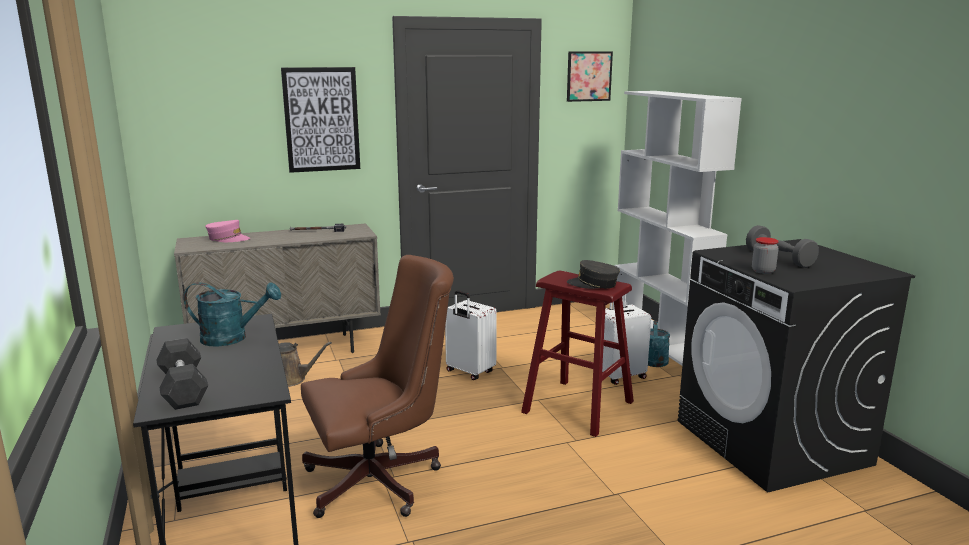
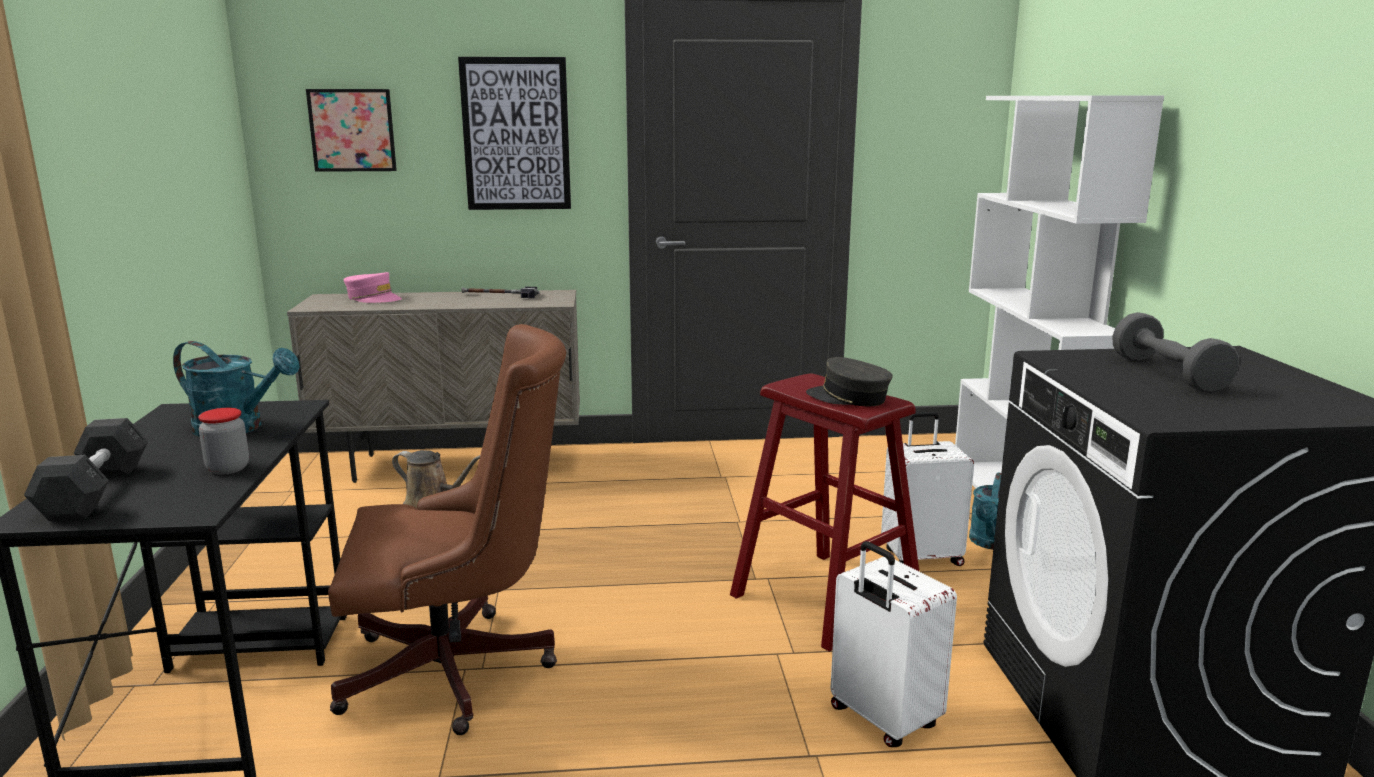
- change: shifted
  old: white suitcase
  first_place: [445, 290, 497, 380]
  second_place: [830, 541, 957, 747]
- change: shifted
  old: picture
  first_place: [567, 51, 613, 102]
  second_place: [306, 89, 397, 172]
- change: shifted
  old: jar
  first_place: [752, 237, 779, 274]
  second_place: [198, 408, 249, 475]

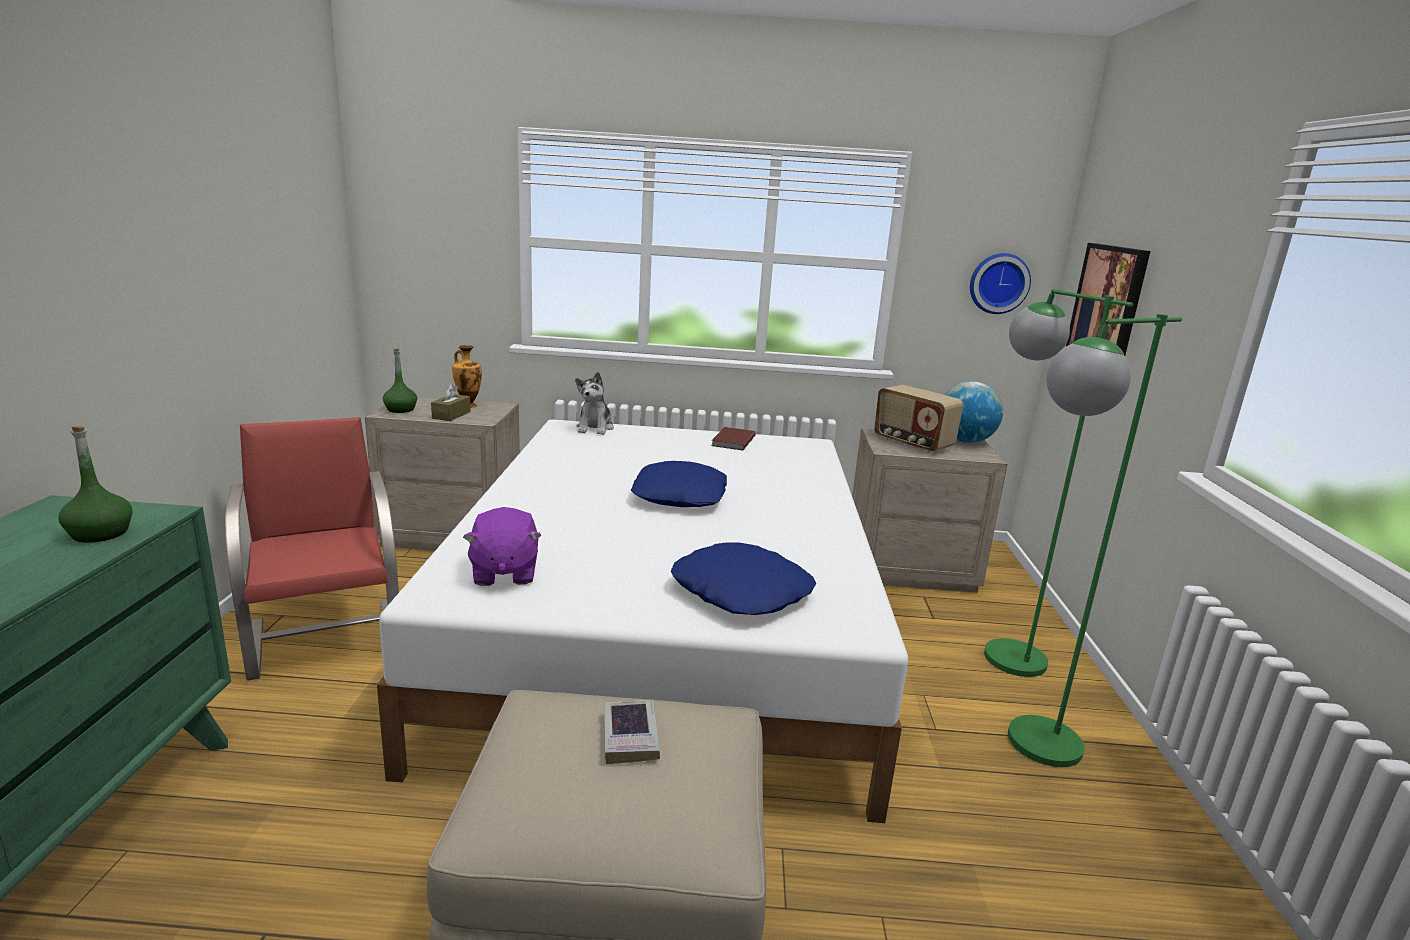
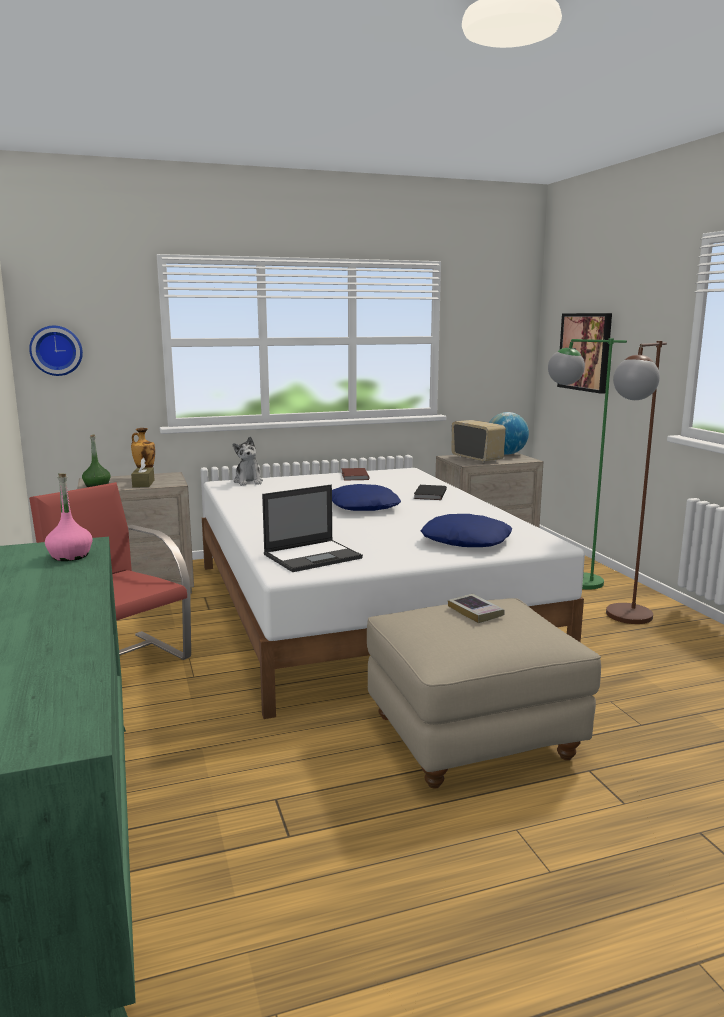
- change: repainted
  old: green bottle
  new: pink bottle
  first_place: [58, 425, 133, 543]
  second_place: [45, 473, 93, 561]
- change: swapped
  old: purple plush toy
  new: laptop
  first_place: [463, 507, 542, 586]
  second_place: [262, 484, 363, 572]
- change: rotated
  old: radio
  first_place: [874, 385, 963, 453]
  second_place: [452, 420, 506, 463]
  degrees: -150
- change: shifted
  old: wall clock
  first_place: [970, 253, 1031, 314]
  second_place: [29, 326, 83, 376]
- change: repainted
  old: green floor lamp
  new: brown floor lamp
  first_place: [1008, 314, 1182, 767]
  second_place: [606, 341, 667, 624]
- change: new
  new: black book
  second_place: [414, 485, 447, 500]

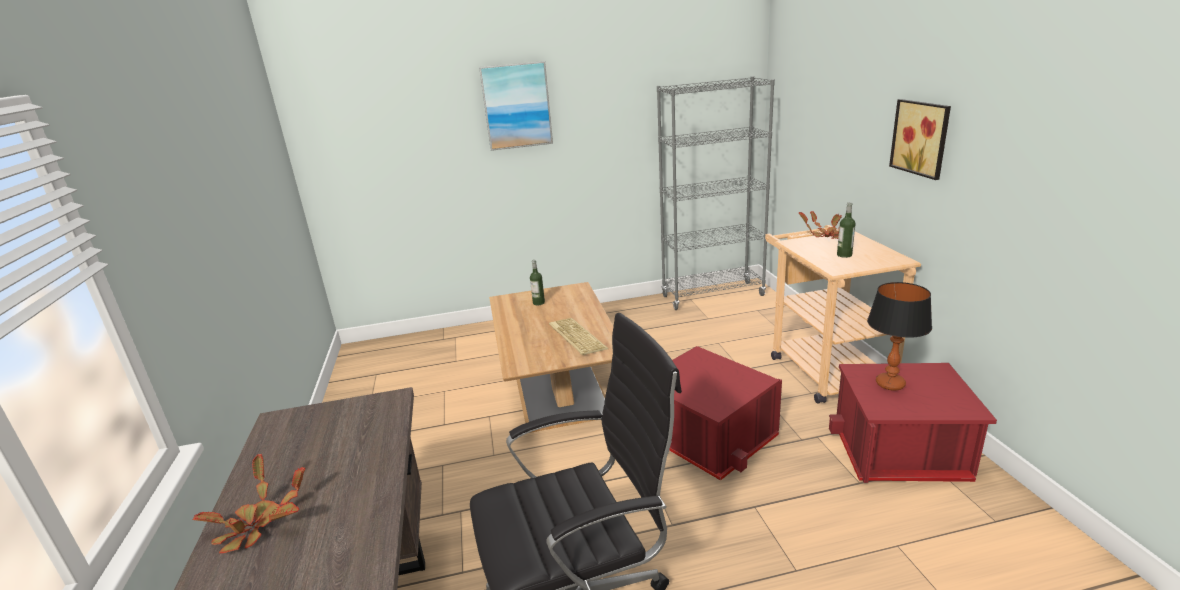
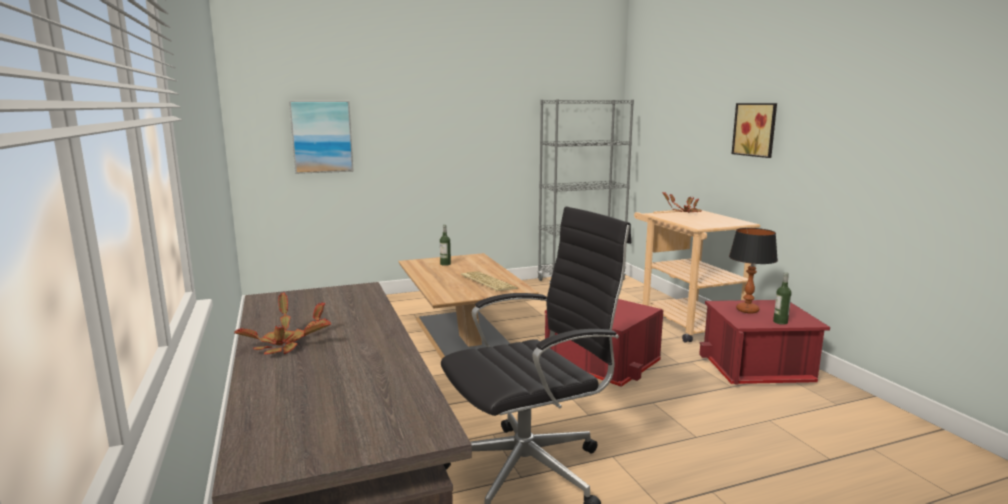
- change: shifted
  old: picture
  first_place: [479, 61, 553, 151]
  second_place: [289, 101, 354, 174]
- change: shifted
  old: bottle
  first_place: [837, 202, 856, 258]
  second_place: [773, 272, 792, 325]

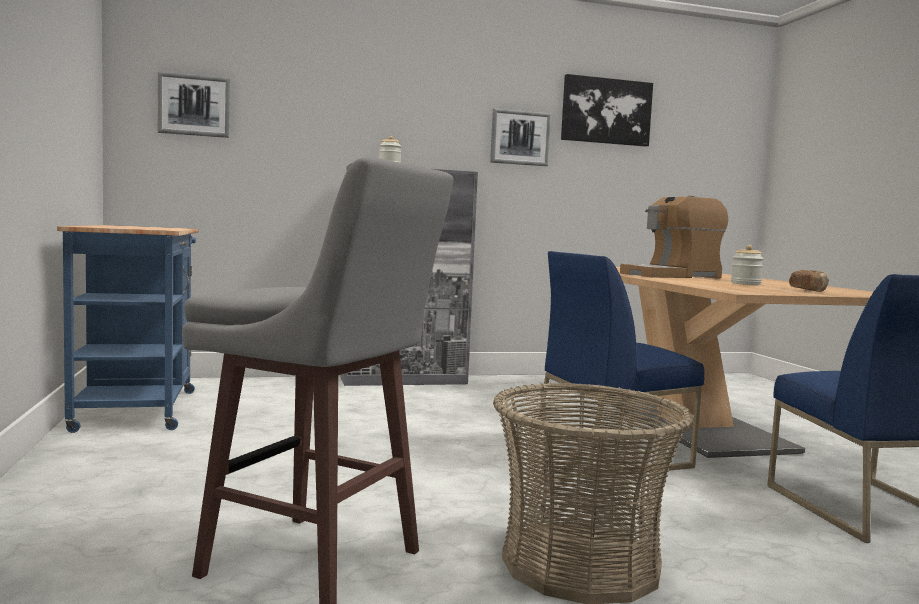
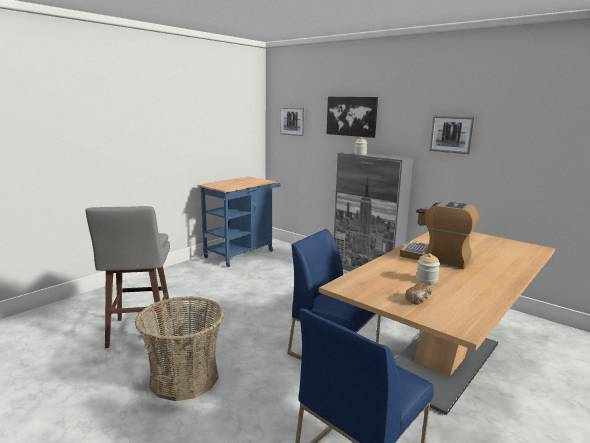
- change: shifted
  old: picture
  first_place: [561, 74, 653, 147]
  second_place: [326, 97, 378, 138]

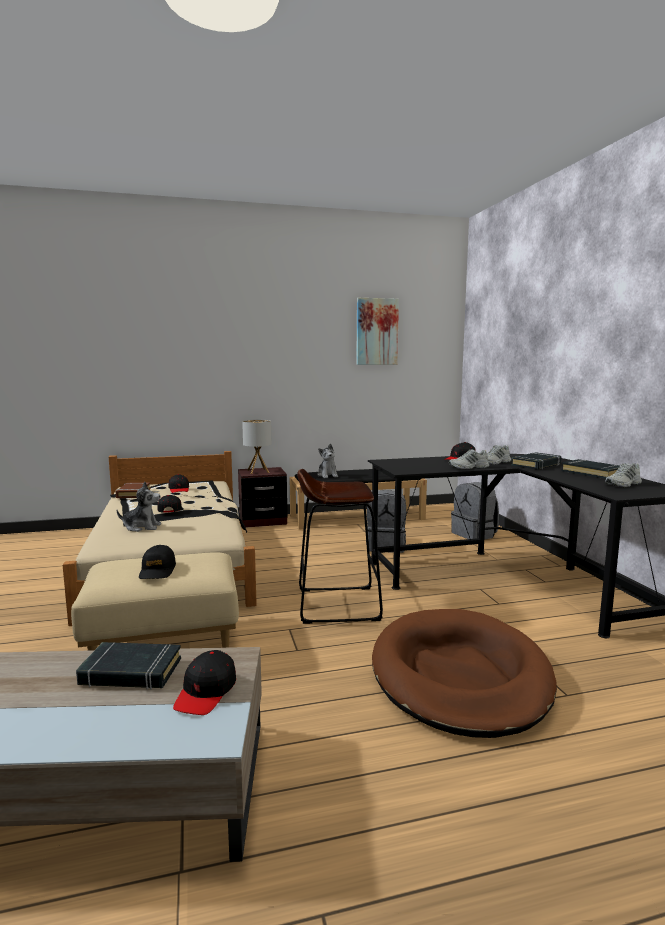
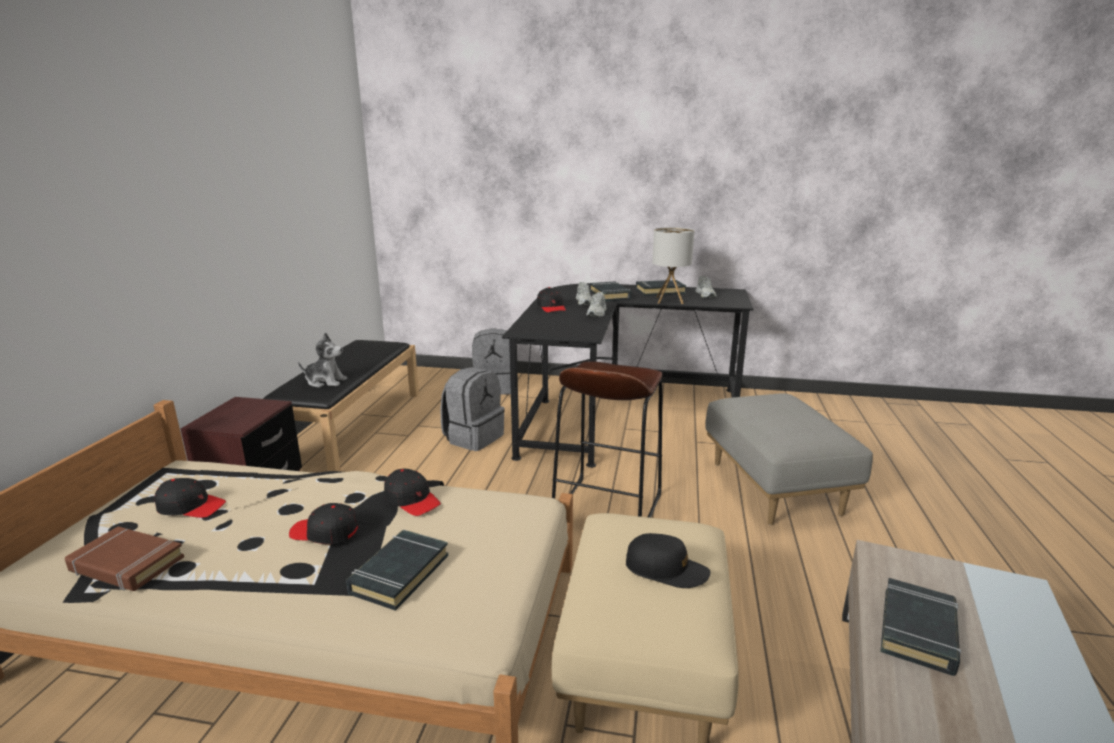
- change: swapped
  old: plush toy
  new: black book
  first_place: [117, 482, 161, 532]
  second_place: [346, 530, 449, 611]
- change: shifted
  old: black cap
  first_place: [173, 650, 236, 715]
  second_place: [384, 469, 441, 516]
- change: shifted
  old: table lamp
  first_place: [242, 420, 271, 474]
  second_place: [652, 227, 694, 304]
- change: gone
  old: picture
  first_place: [356, 298, 399, 365]
- change: swapped
  old: brown dog bed
  new: grey ottoman
  first_place: [372, 609, 557, 738]
  second_place: [705, 393, 873, 525]

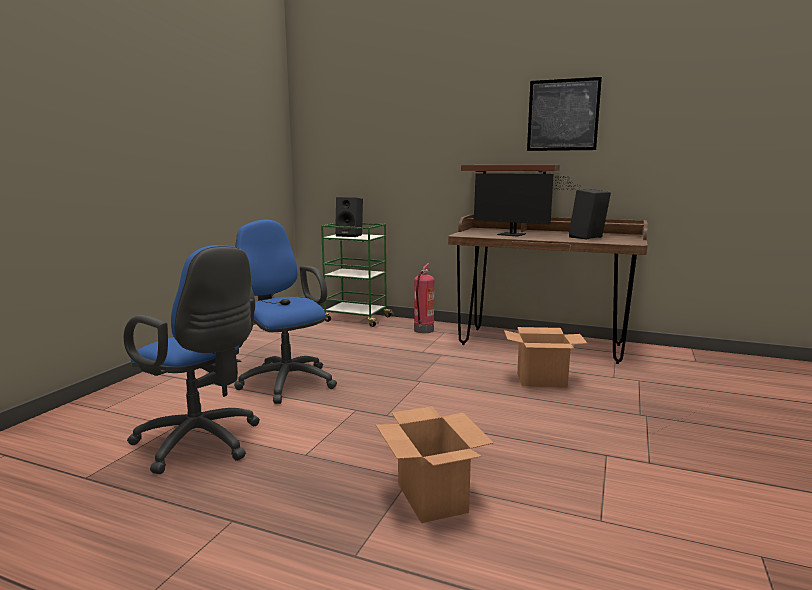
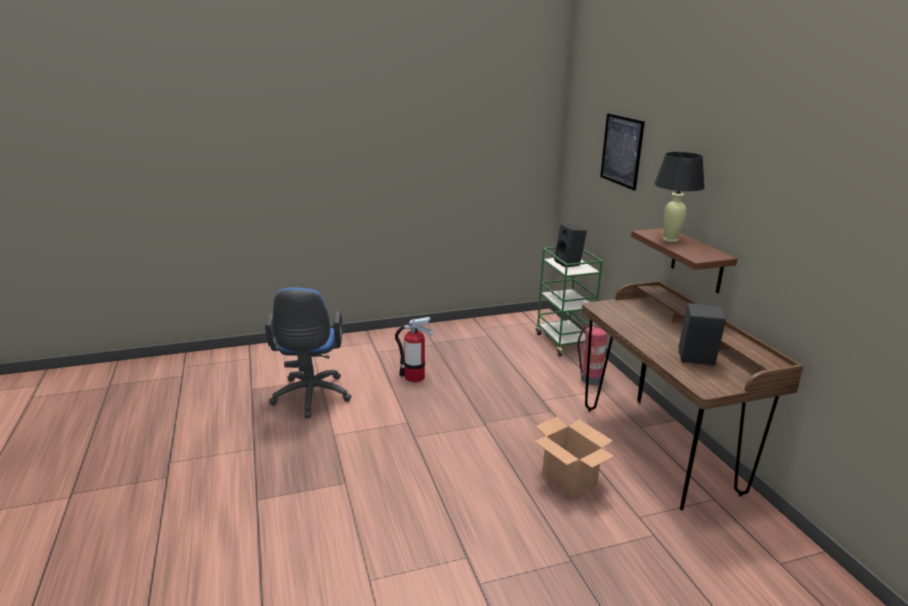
- change: swapped
  old: blue office chair
  new: fire extinguisher
  first_place: [234, 220, 337, 404]
  second_place: [395, 317, 433, 382]
- change: gone
  old: cardboard box
  first_place: [376, 406, 494, 523]
- change: gone
  old: monitor
  first_place: [474, 173, 580, 237]
- change: shifted
  old: picture
  first_place: [527, 77, 602, 151]
  second_place: [600, 113, 645, 191]
- change: new
  new: black table lamp
  second_place: [654, 152, 705, 242]

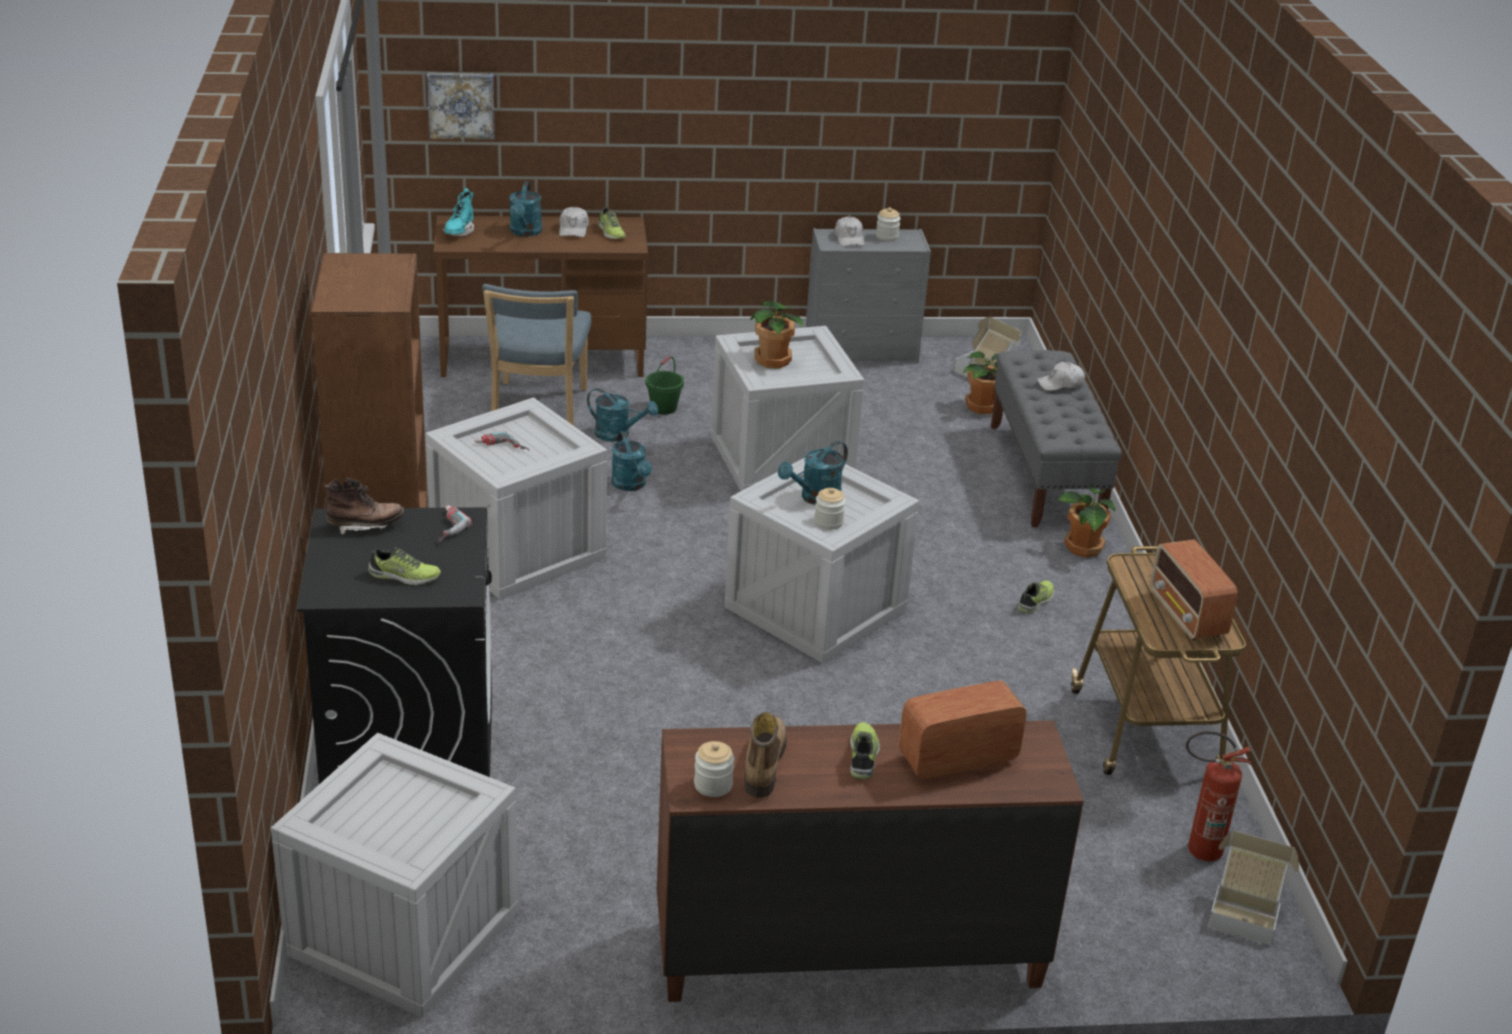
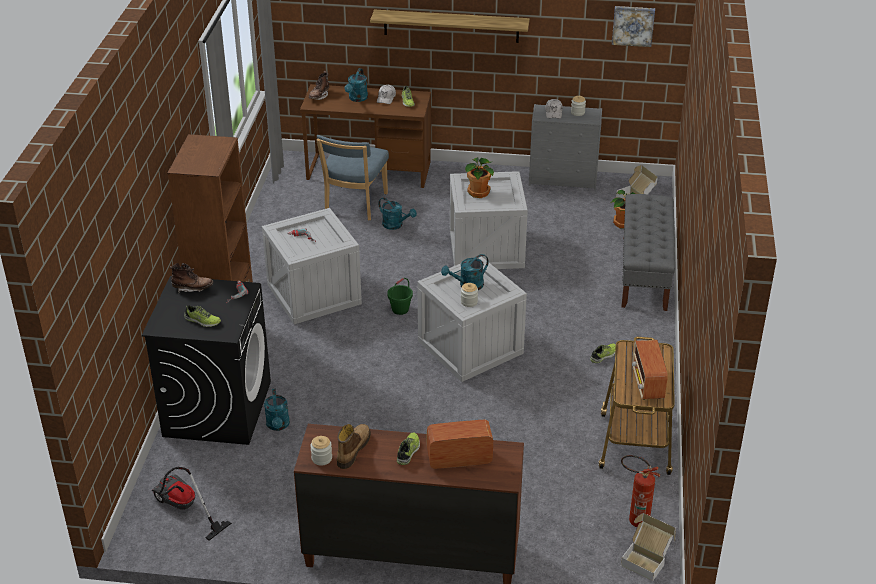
- change: swapped
  old: crate
  new: vacuum cleaner
  first_place: [271, 733, 518, 1017]
  second_place: [152, 467, 232, 541]
- change: shifted
  old: picture
  first_place: [427, 73, 495, 139]
  second_place: [612, 6, 655, 47]
- change: repainted
  old: turquoise boot
  new: brown boot
  first_place: [443, 188, 474, 237]
  second_place: [309, 71, 329, 100]
- change: shifted
  old: turquoise watering can
  first_place: [611, 431, 652, 491]
  second_place: [264, 388, 290, 431]
- change: shifted
  old: green bucket
  first_place: [646, 356, 684, 415]
  second_place: [387, 278, 413, 315]
- change: gone
  old: white cap
  first_place: [1037, 362, 1085, 391]
- change: gone
  old: potted plant
  first_place: [1057, 486, 1115, 557]
- change: new
  new: shelf
  second_place: [370, 9, 530, 43]

